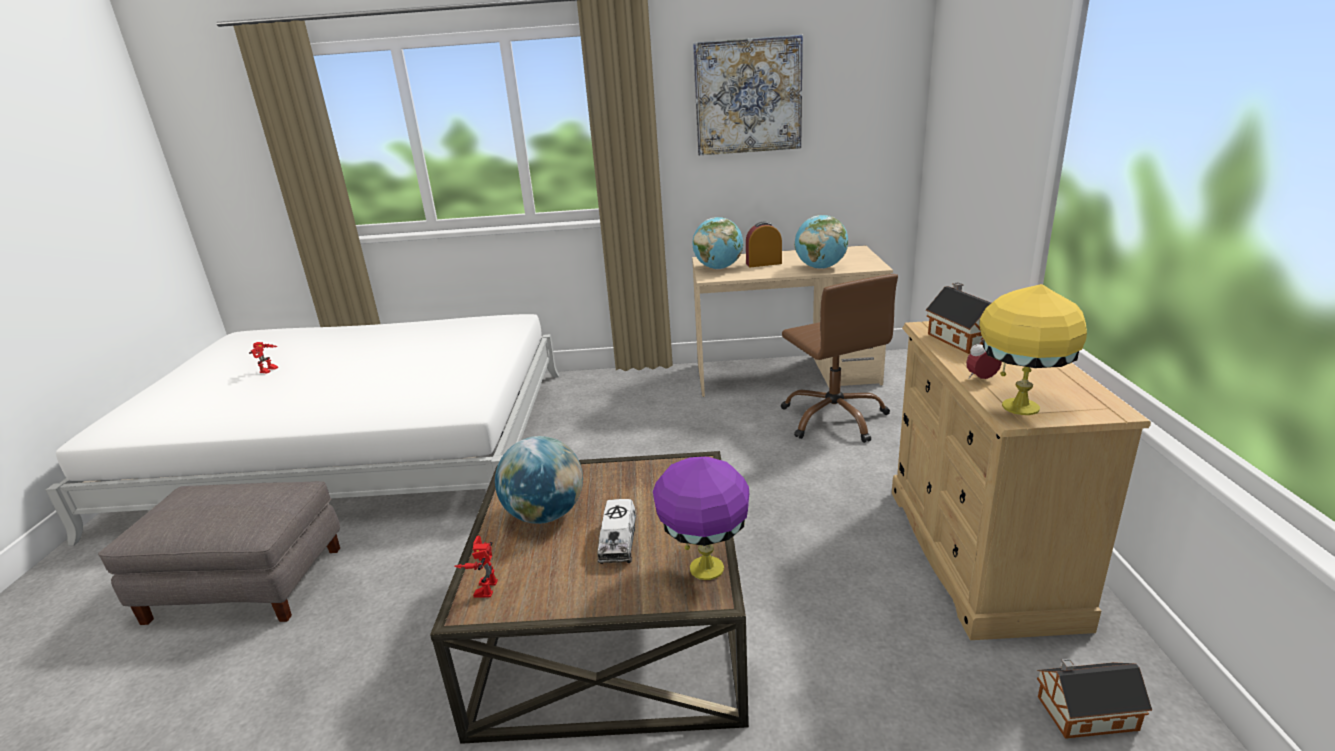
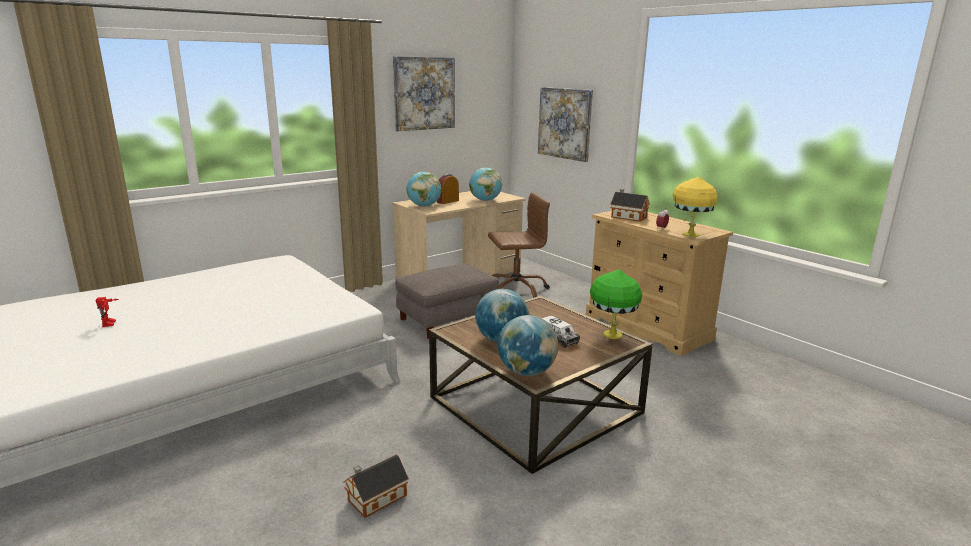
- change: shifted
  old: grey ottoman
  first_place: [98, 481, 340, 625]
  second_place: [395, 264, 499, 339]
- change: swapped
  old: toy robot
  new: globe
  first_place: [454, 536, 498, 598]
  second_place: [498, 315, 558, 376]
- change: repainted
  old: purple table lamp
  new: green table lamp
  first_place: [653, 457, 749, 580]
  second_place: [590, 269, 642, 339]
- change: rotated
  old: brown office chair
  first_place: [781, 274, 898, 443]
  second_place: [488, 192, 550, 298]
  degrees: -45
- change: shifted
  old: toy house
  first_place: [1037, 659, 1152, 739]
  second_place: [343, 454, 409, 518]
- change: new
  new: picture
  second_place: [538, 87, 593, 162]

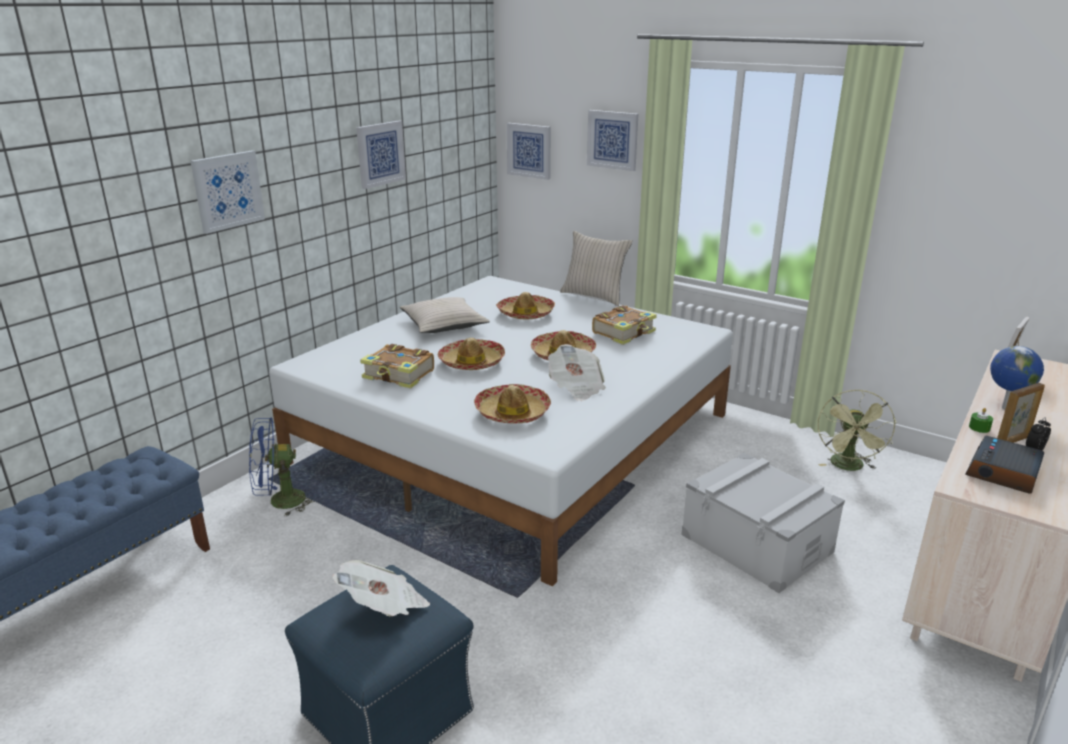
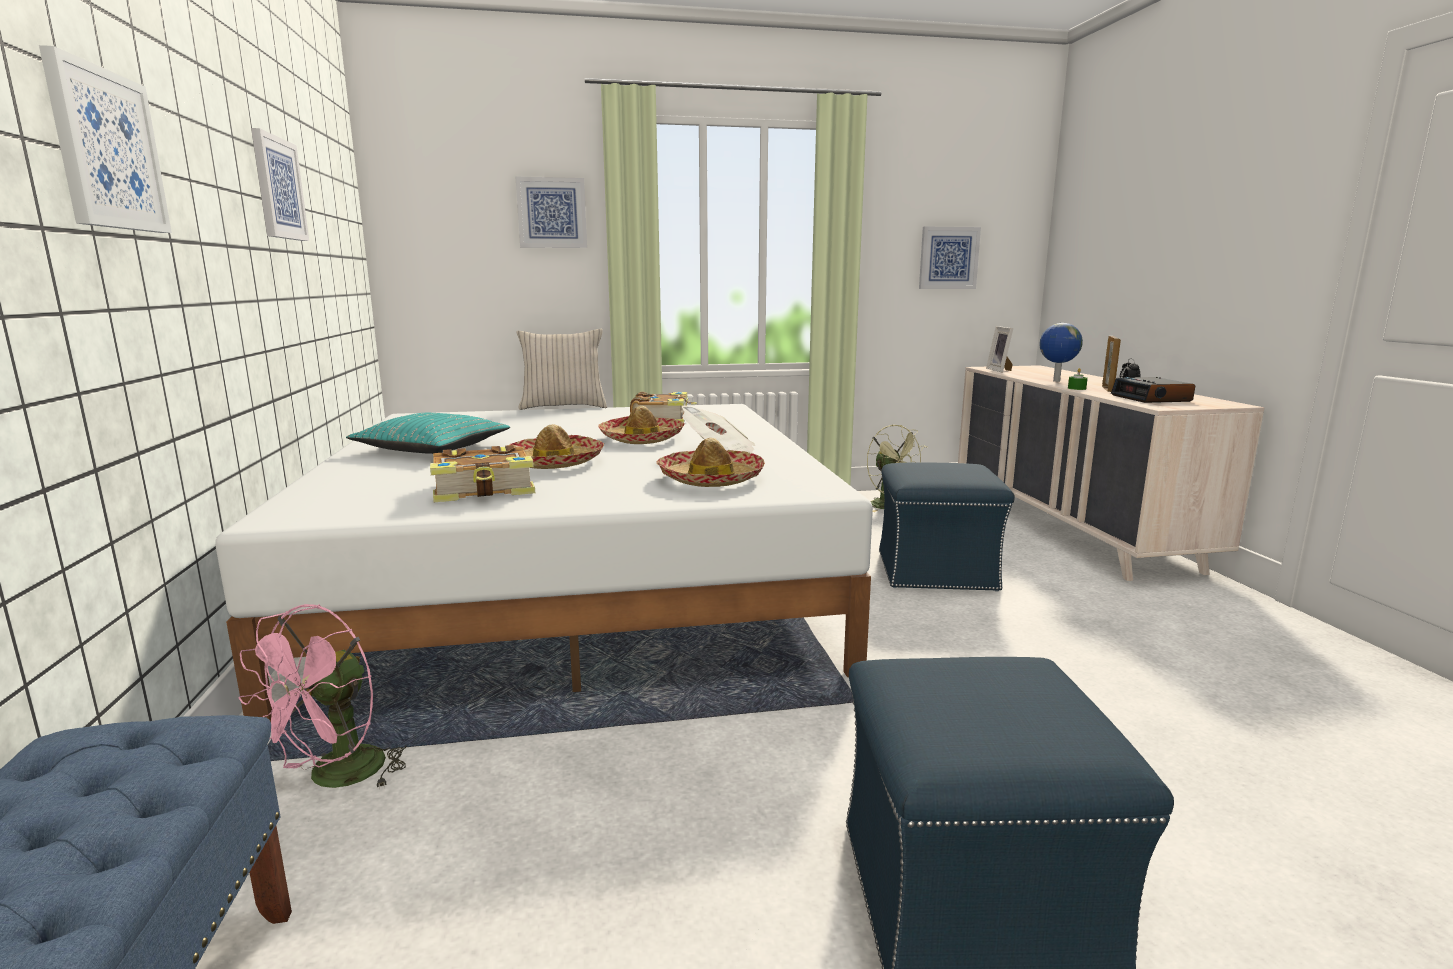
- change: repainted
  old: blue fan
  new: pink fan
  first_place: [249, 417, 315, 517]
  second_place: [239, 604, 407, 789]
- change: gone
  old: newspaper
  first_place: [332, 560, 430, 617]
- change: repainted
  old: beige pillow
  new: turquoise pillow
  first_place: [400, 297, 490, 333]
  second_place: [346, 413, 510, 454]
- change: gone
  old: hat
  first_place: [496, 292, 555, 319]
- change: shifted
  old: picture
  first_place: [507, 123, 551, 180]
  second_place: [919, 227, 981, 289]
- change: swapped
  old: grey storage box
  new: blue ottoman
  first_place: [681, 453, 845, 593]
  second_place: [879, 462, 1015, 592]

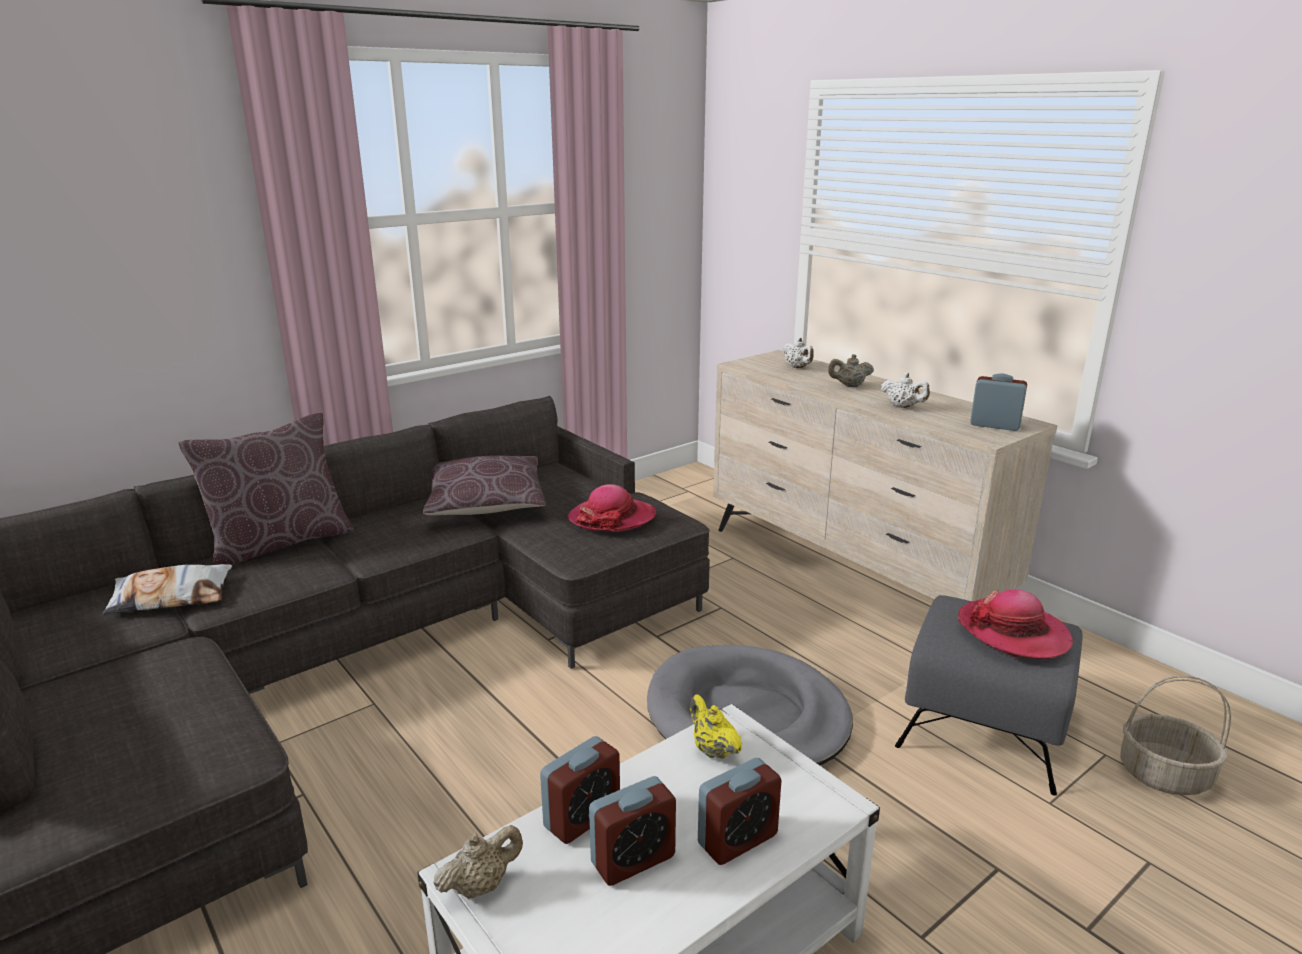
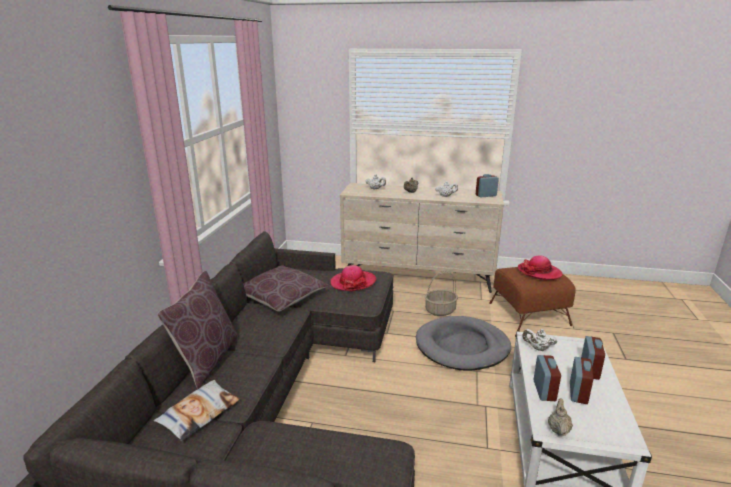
- change: repainted
  old: yellow teapot
  new: white teapot
  first_place: [690, 694, 742, 759]
  second_place: [522, 329, 557, 351]
- change: repainted
  old: grey ottoman
  new: brown ottoman
  first_place: [895, 595, 1083, 796]
  second_place: [489, 267, 576, 332]
- change: shifted
  old: basket
  first_place: [1120, 676, 1231, 795]
  second_place: [425, 271, 458, 316]

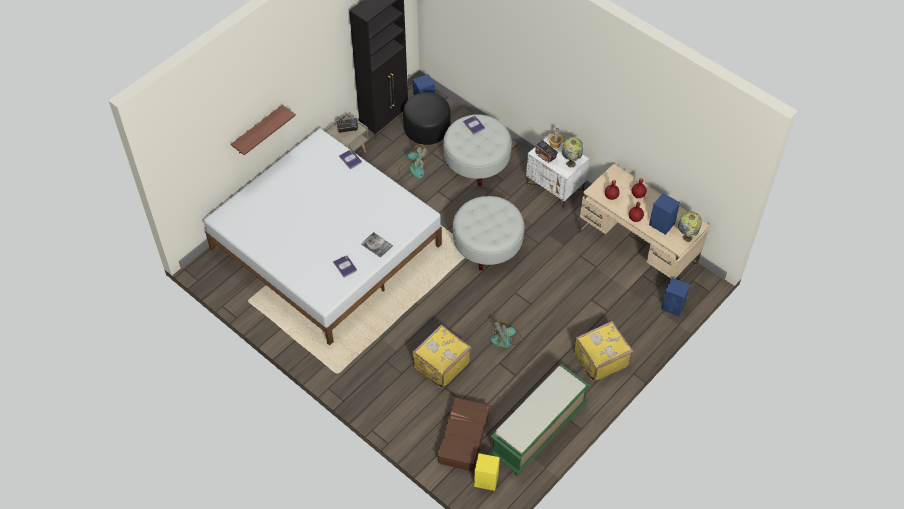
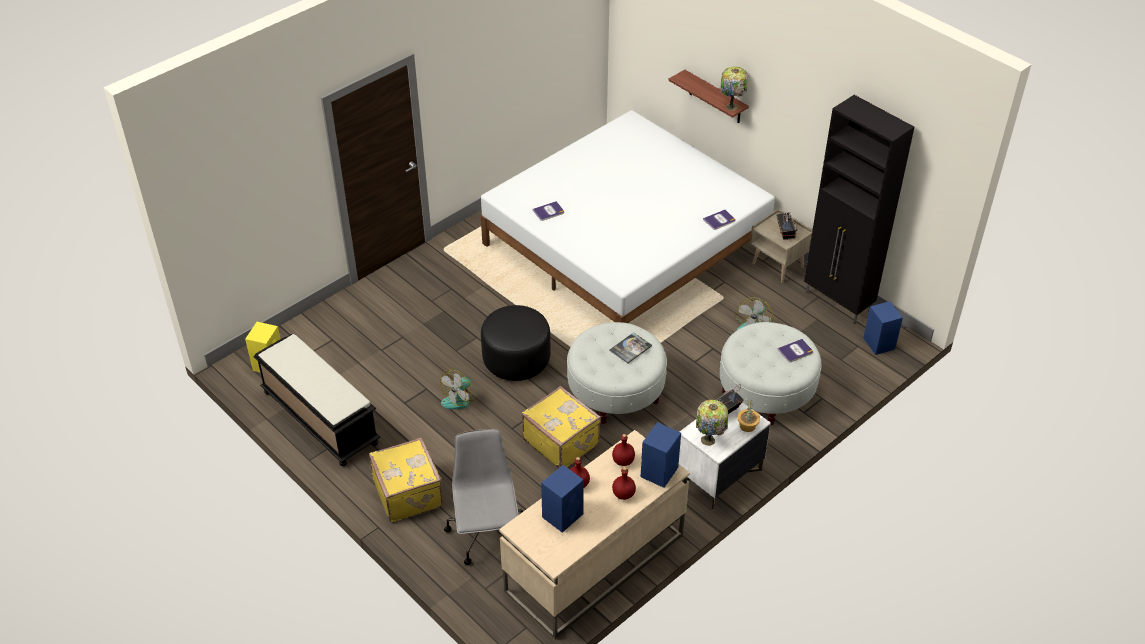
- change: shifted
  old: book
  first_place: [361, 232, 393, 258]
  second_place: [609, 332, 652, 363]
- change: shifted
  old: black ottoman
  first_place: [403, 92, 451, 145]
  second_place: [481, 305, 551, 381]
- change: shifted
  old: yellow suitcase
  first_place: [412, 324, 471, 389]
  second_place: [522, 386, 601, 468]
- change: gone
  old: brown suitcase
  first_place: [436, 397, 490, 472]
- change: repainted
  old: green bench
  new: black bench
  first_place: [490, 364, 590, 476]
  second_place: [253, 333, 380, 466]
- change: rotated
  old: fan
  first_place: [491, 319, 522, 348]
  second_place: [440, 370, 479, 409]
  degrees: -120
- change: shifted
  old: blue speaker
  first_place: [661, 278, 690, 316]
  second_place: [641, 422, 681, 488]
- change: shifted
  old: table lamp
  first_place: [678, 211, 702, 242]
  second_place: [721, 66, 748, 111]
- change: new
  new: grey office chair
  second_place: [444, 429, 523, 565]

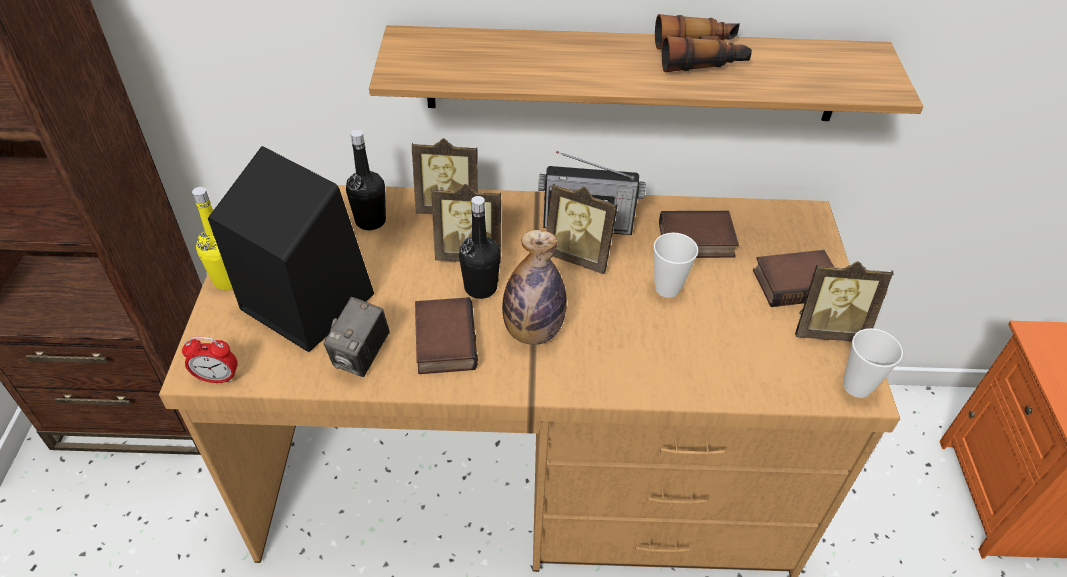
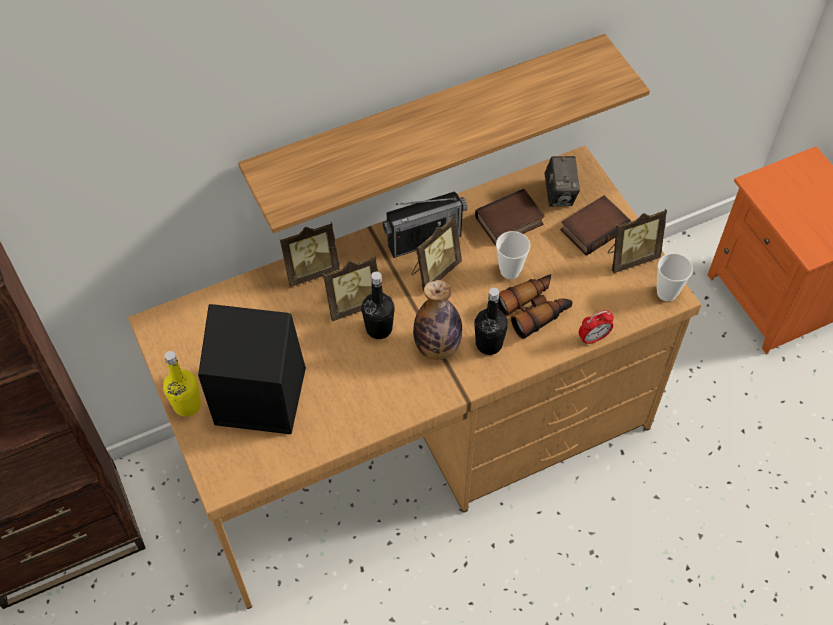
- change: shifted
  old: alarm clock
  first_place: [182, 336, 237, 383]
  second_place: [579, 310, 614, 345]
- change: shifted
  old: photo camera
  first_place: [324, 297, 390, 377]
  second_place: [544, 156, 580, 207]
- change: shifted
  old: black bottle
  first_place: [346, 130, 386, 230]
  second_place: [474, 288, 508, 355]
- change: gone
  old: book
  first_place: [415, 297, 478, 374]
- change: rotated
  old: picture frame
  first_place: [547, 183, 618, 274]
  second_place: [411, 215, 462, 291]
  degrees: -45
- change: shifted
  old: binoculars
  first_place: [655, 14, 752, 72]
  second_place: [498, 274, 573, 339]

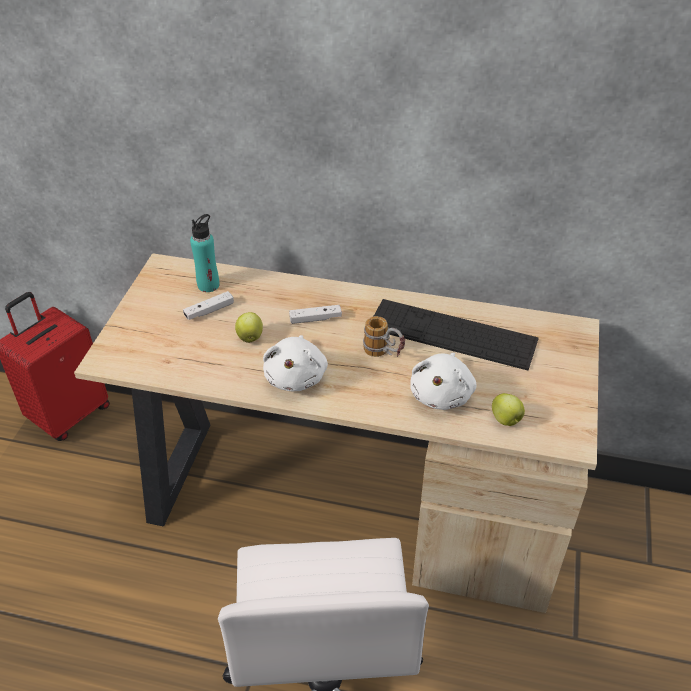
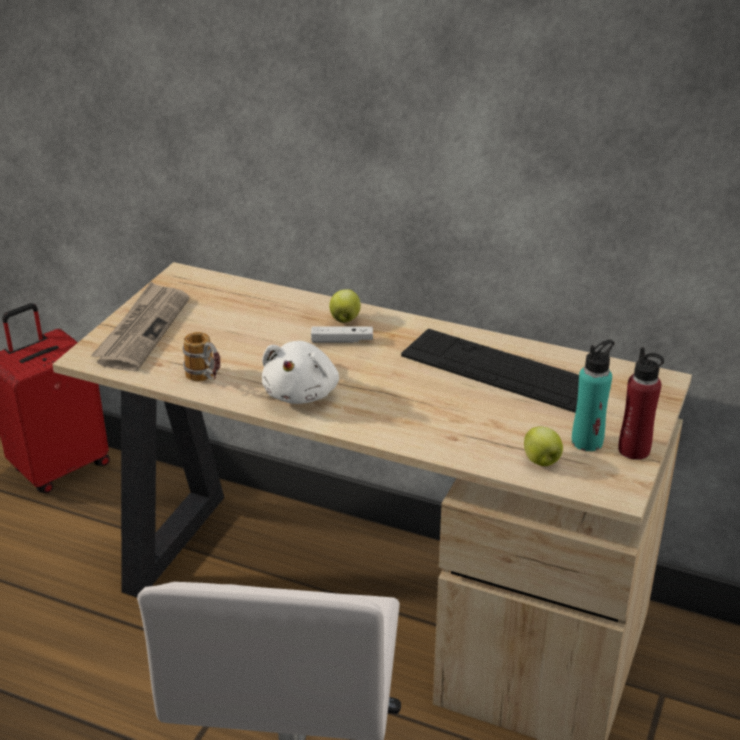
- change: gone
  old: white game controller
  first_place: [183, 291, 234, 320]
- change: shifted
  old: turquoise bottle
  first_place: [190, 214, 219, 292]
  second_place: [572, 340, 614, 451]
- change: shifted
  old: apple
  first_place: [235, 312, 263, 343]
  second_place: [329, 289, 361, 323]
- change: shifted
  old: mug
  first_place: [363, 316, 405, 357]
  second_place: [182, 332, 220, 382]
- change: gone
  old: white plush toy
  first_place: [410, 353, 476, 410]
- change: new
  new: newspaper
  second_place: [91, 282, 189, 371]
- change: new
  new: red bottle
  second_place: [618, 347, 664, 460]

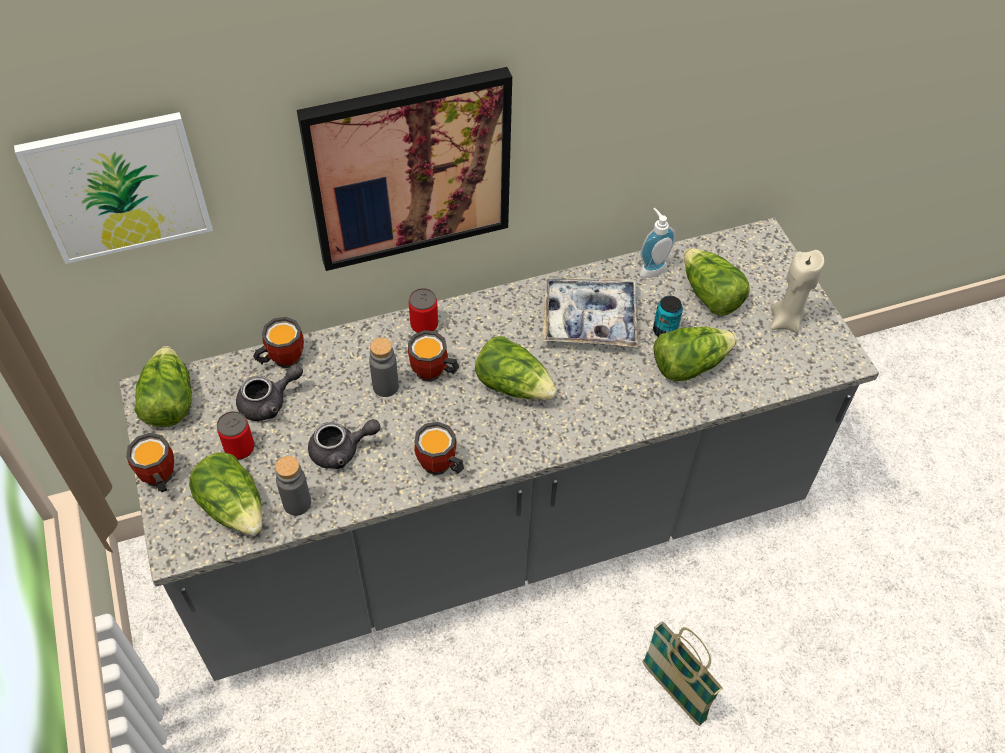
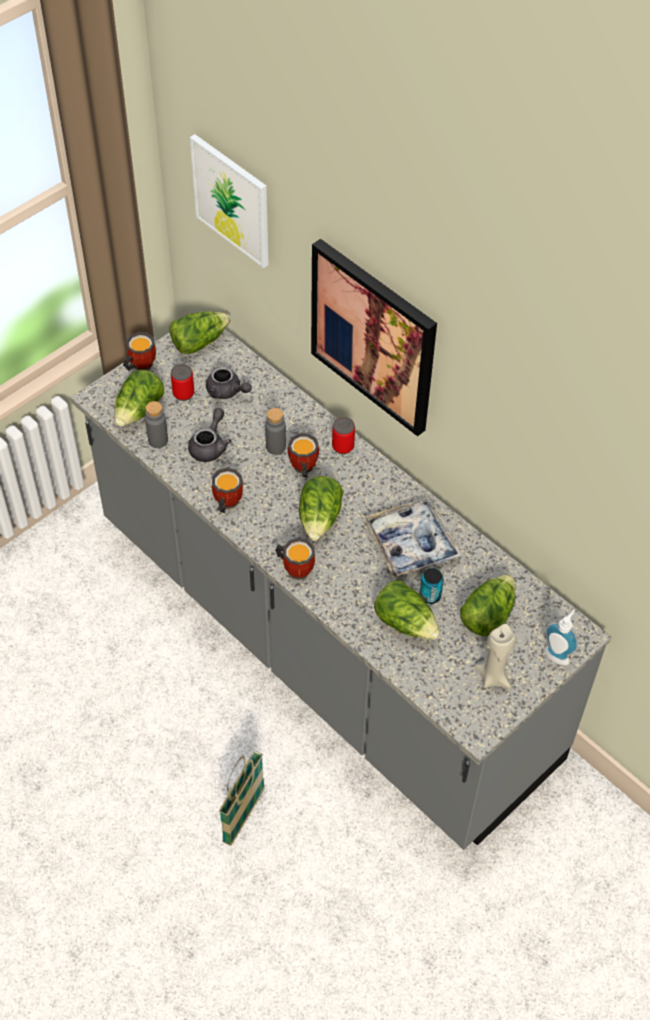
- change: shifted
  old: mug
  first_place: [253, 317, 304, 368]
  second_place: [275, 538, 315, 580]
- change: rotated
  old: grey teapot
  first_place: [308, 419, 381, 469]
  second_place: [188, 408, 231, 462]
  degrees: -120
- change: shifted
  old: soap dispenser
  first_place: [640, 208, 676, 278]
  second_place: [544, 610, 578, 665]

